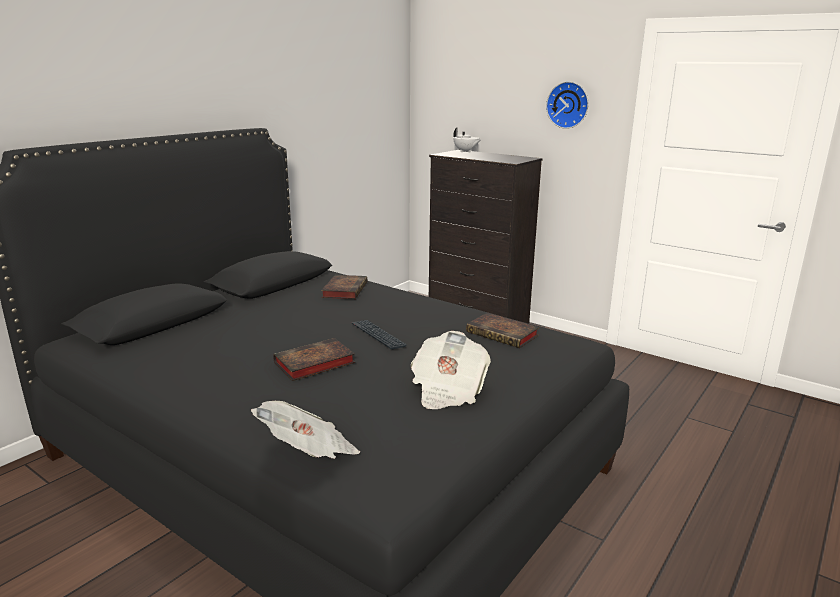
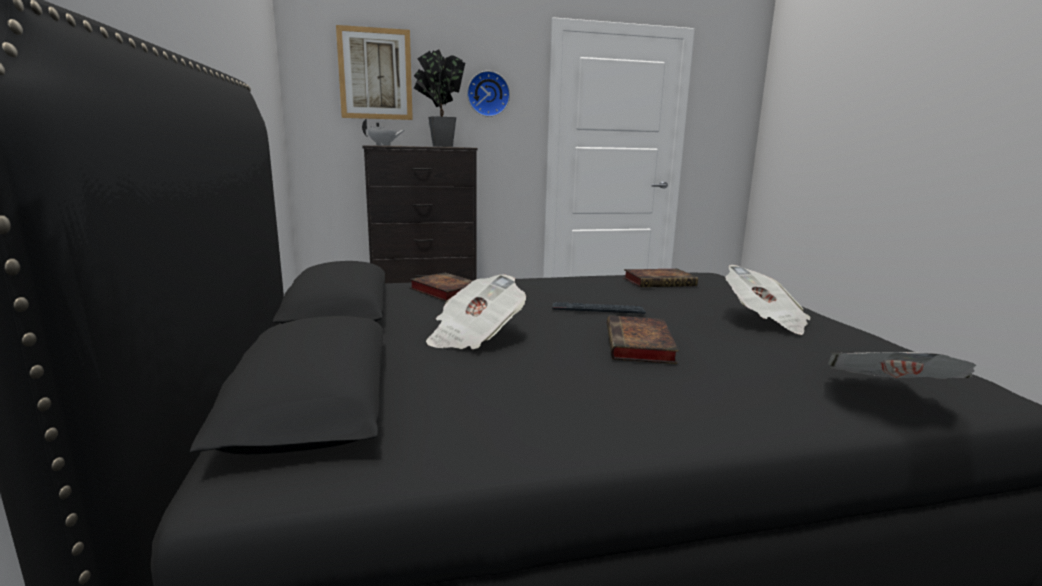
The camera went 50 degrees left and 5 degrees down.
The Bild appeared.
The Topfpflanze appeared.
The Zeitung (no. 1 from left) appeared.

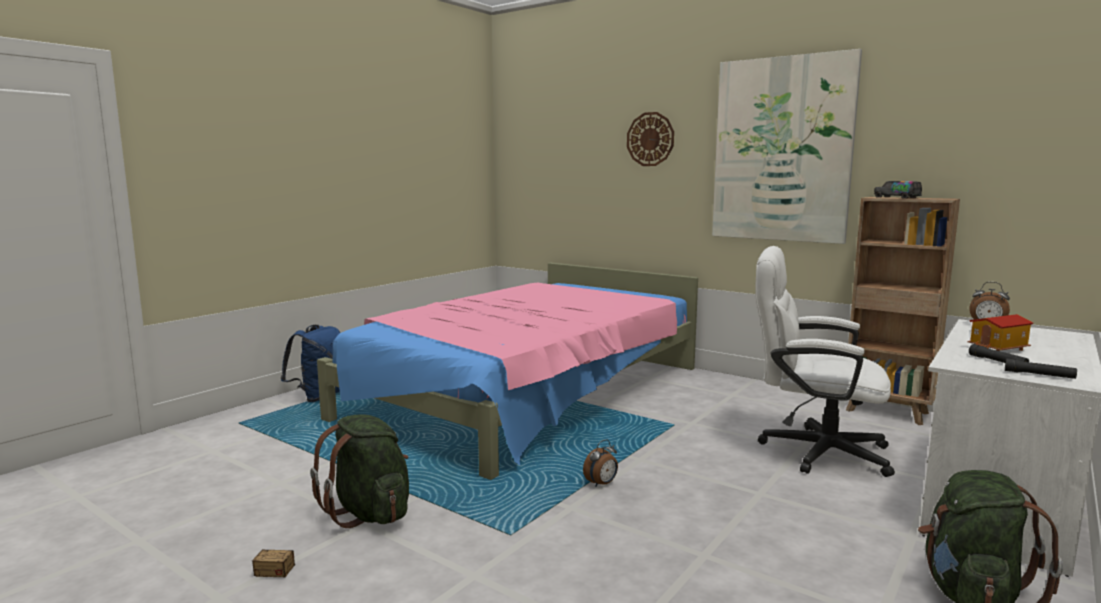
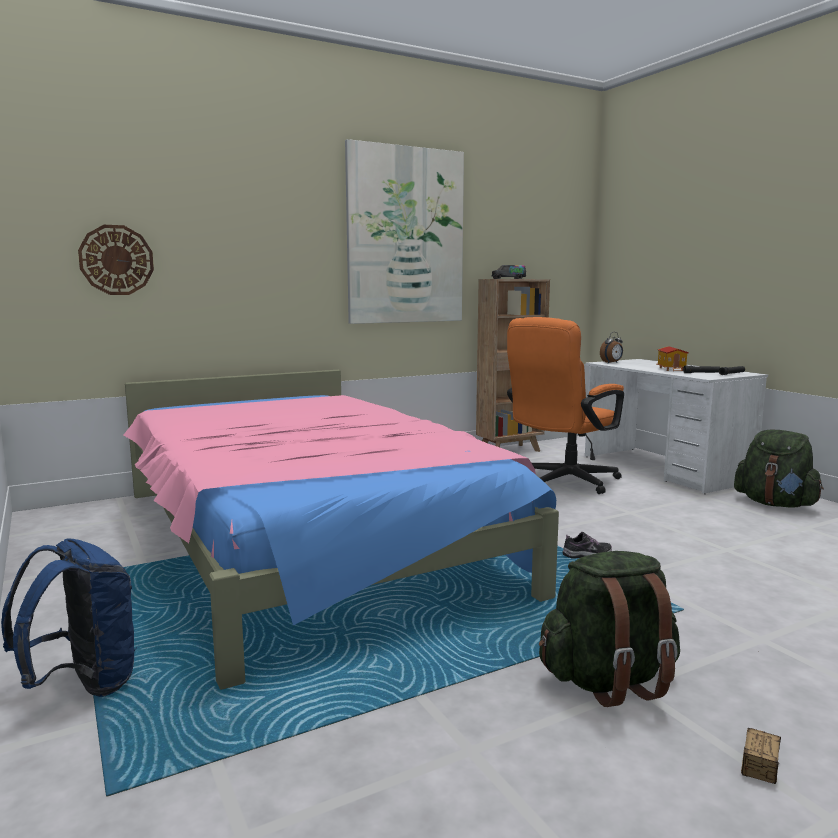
The camera went 65 degrees left and 0 degrees up.
The Wanduhr moved.
The Wecker (no. 1 from left) was replaced by the Schuh.
The Bürostuhl [weiß] became the Bürostuhl [orange].

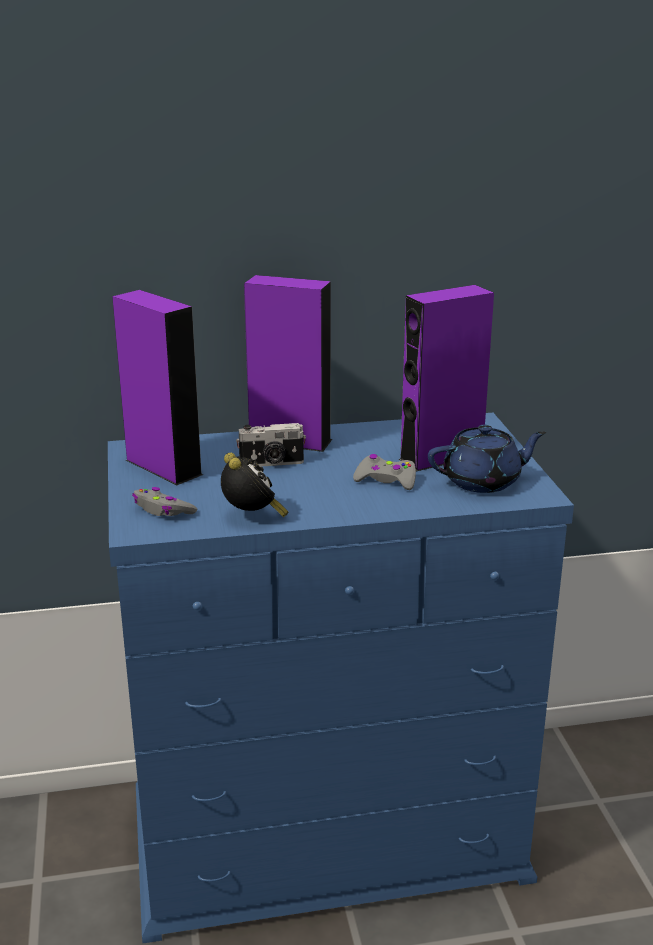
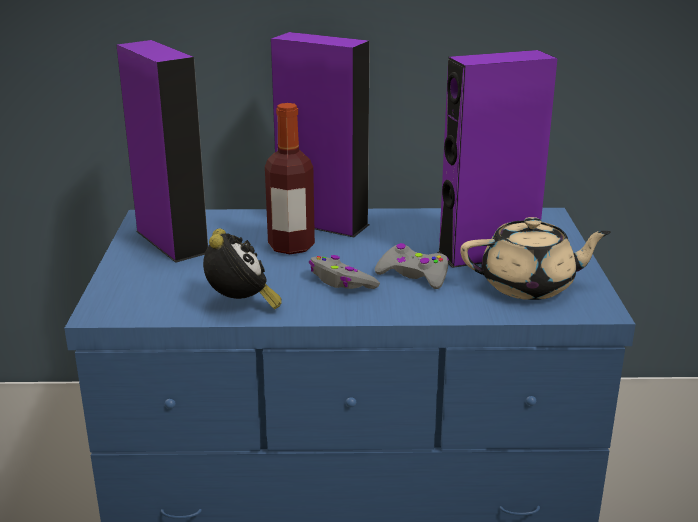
The camera went 10 degrees right and 0 degrees up.
The Gamepad [grau] (no. 1 from left) moved.
The Kamera was replaced by the Flasche.
The Teekanne [blau] became the Teekanne [beige].

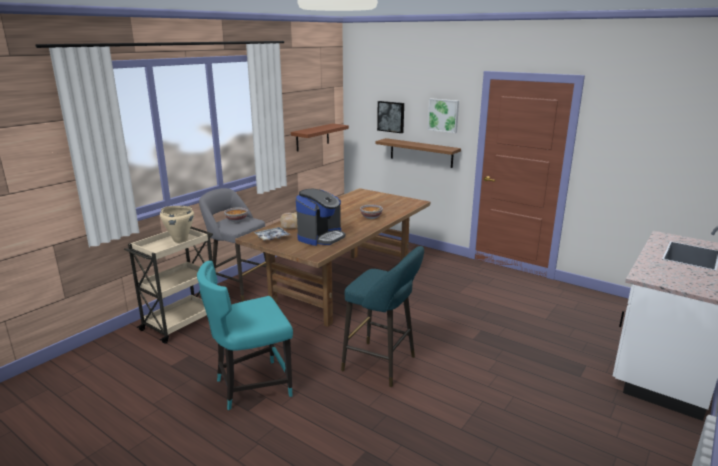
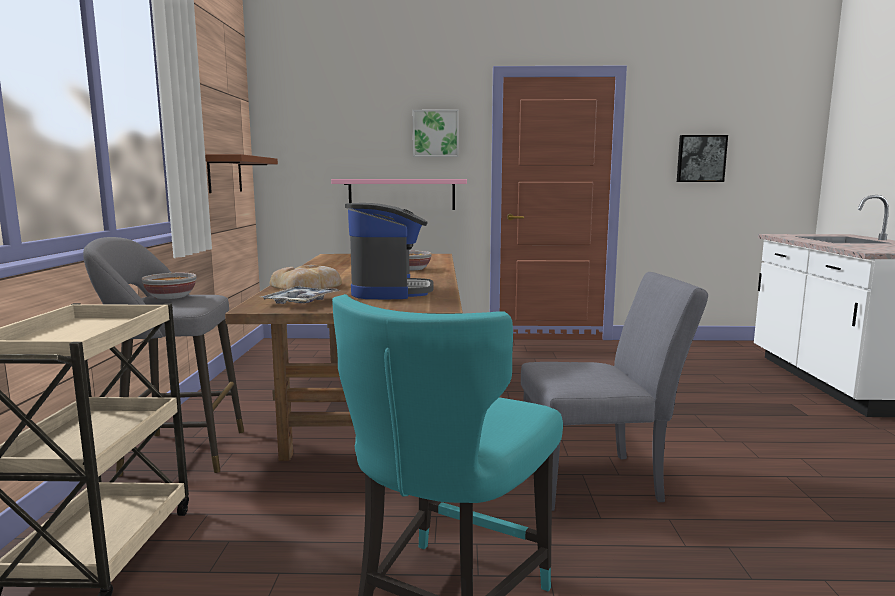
The camera went 35 degrees left and 10 degrees down.
The Kochtopf [beige] disappeared.
The Bild (no. 1 from left in the first image) moved.
The Hocker [türkis] was replaced by the Stuhl [grau].
The Wandregal [braun] (no. 2 from left) became the Wandregal [rosa].

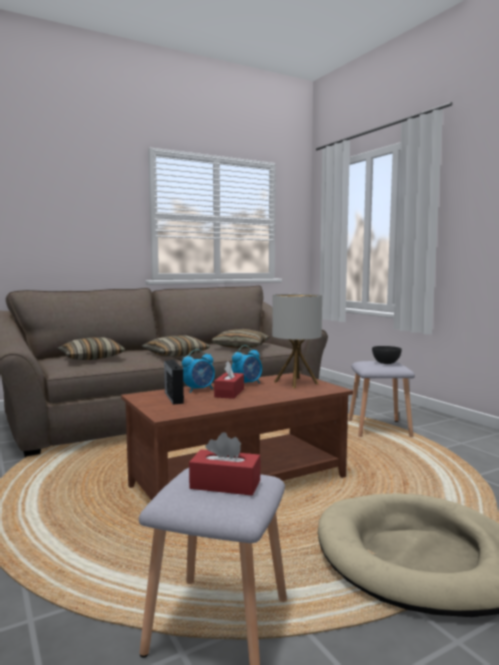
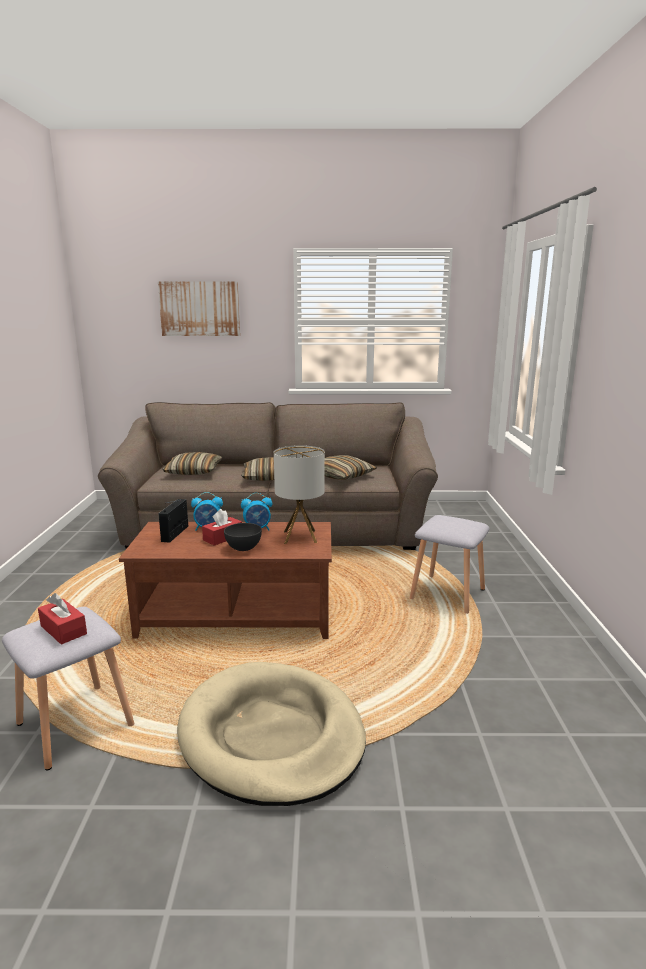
The camera went 30 degrees right and 10 degrees up.
The Bild appeared.
The Schüssel [grau] moved.

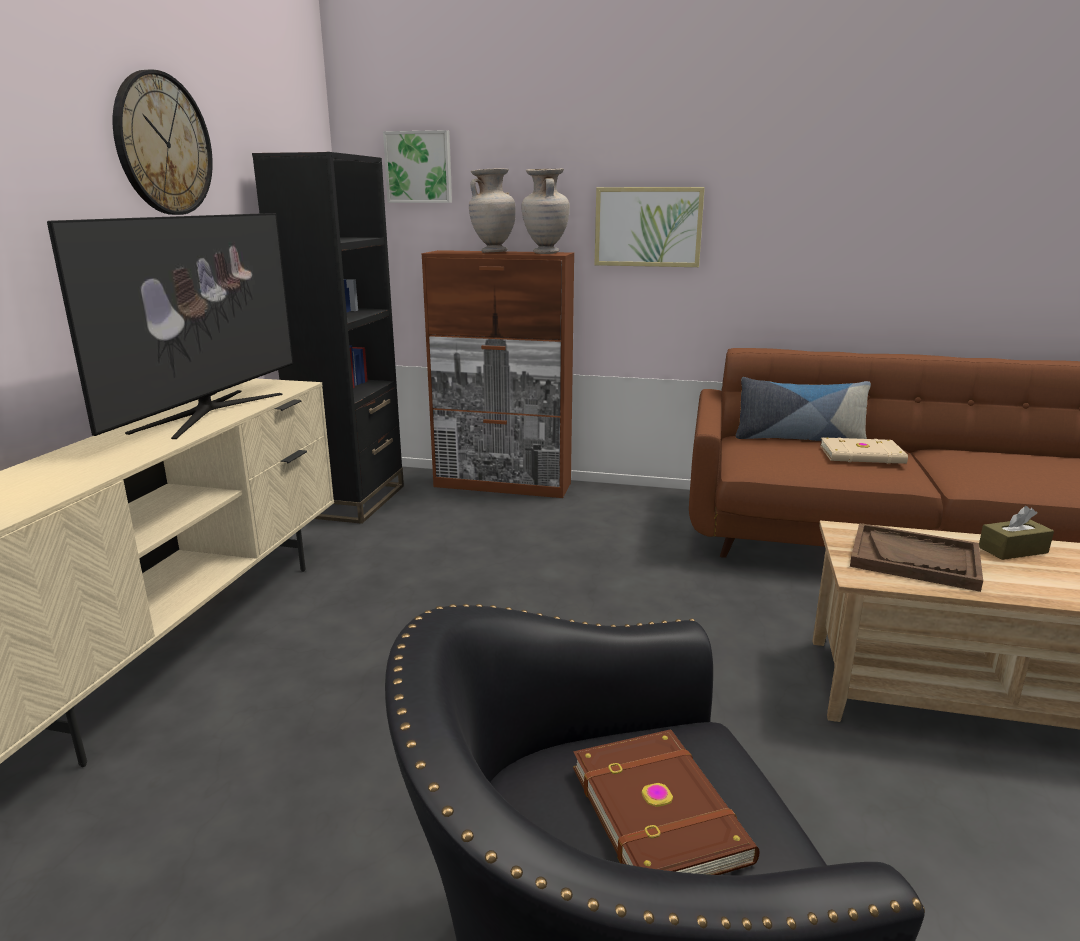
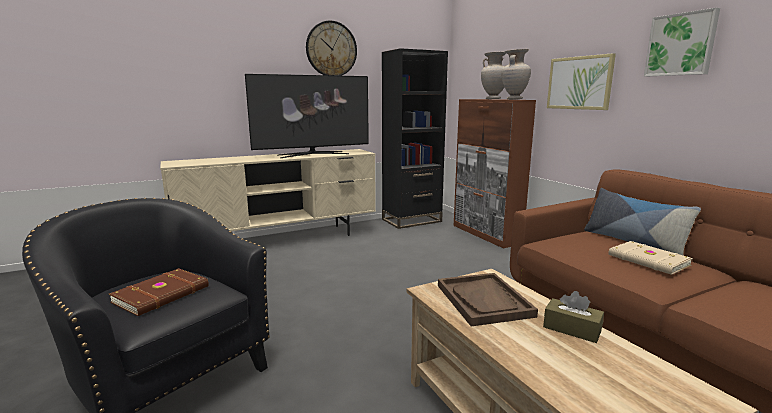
The camera went 50 degrees right and 5 degrees down.
The Bild (no. 1 from left in the first image) moved.

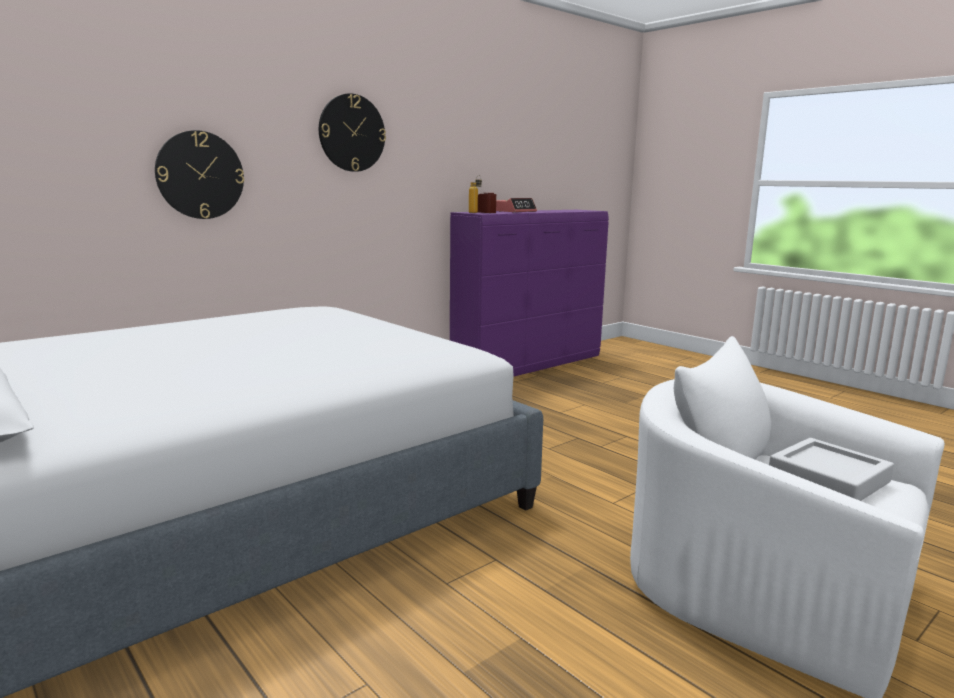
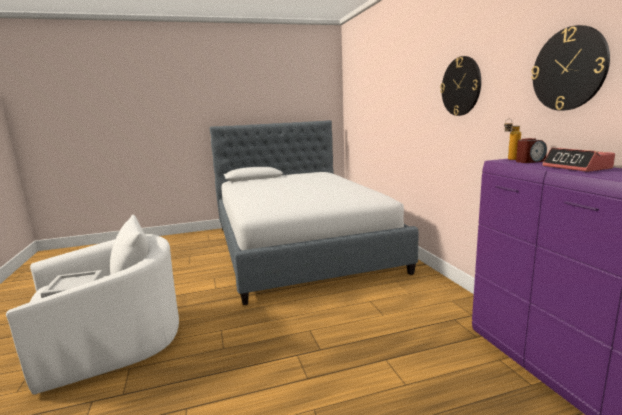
The camera went 115 degrees right and 0 degrees up.
The Wanduhr (no. 1 from left in the first image) moved.

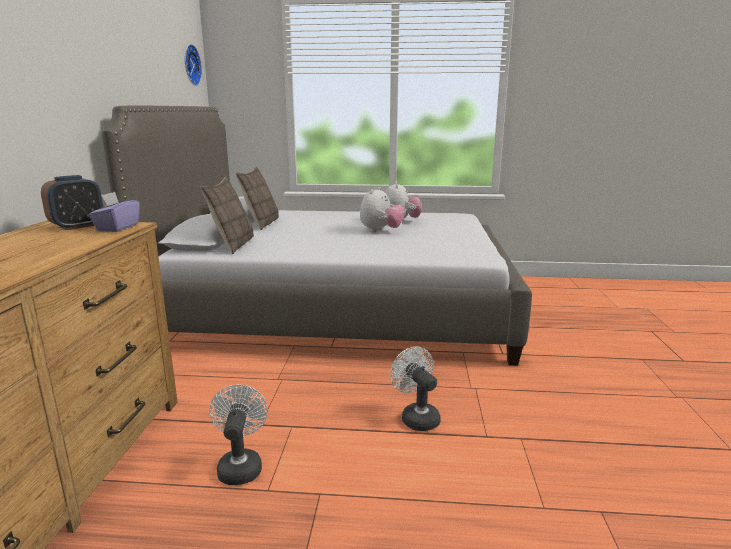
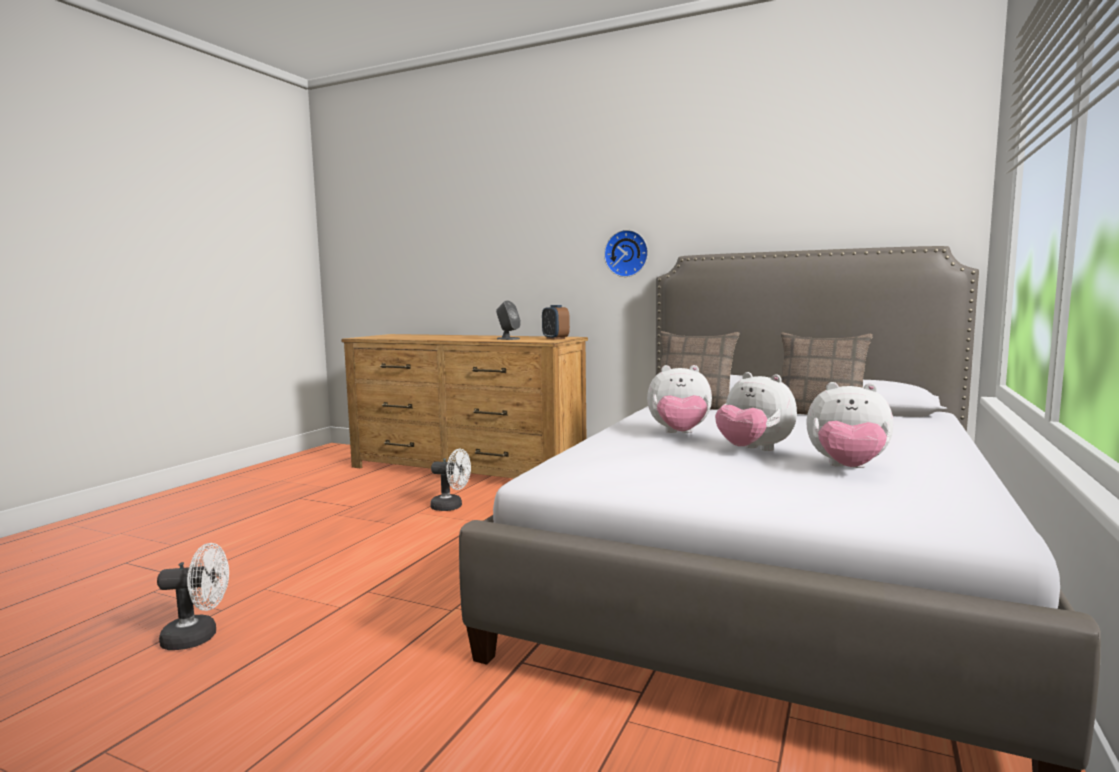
The camera went 110 degrees right and 10 degrees down.
The Taschentuchbox [lila] disappeared.
The Lautsprecher [grau] appeared.
The Plüschtier (no. 1 from left) appeared.
The Wanduhr moved.
The Ventilator [weiß] (no. 2 from left in the first image) moved.

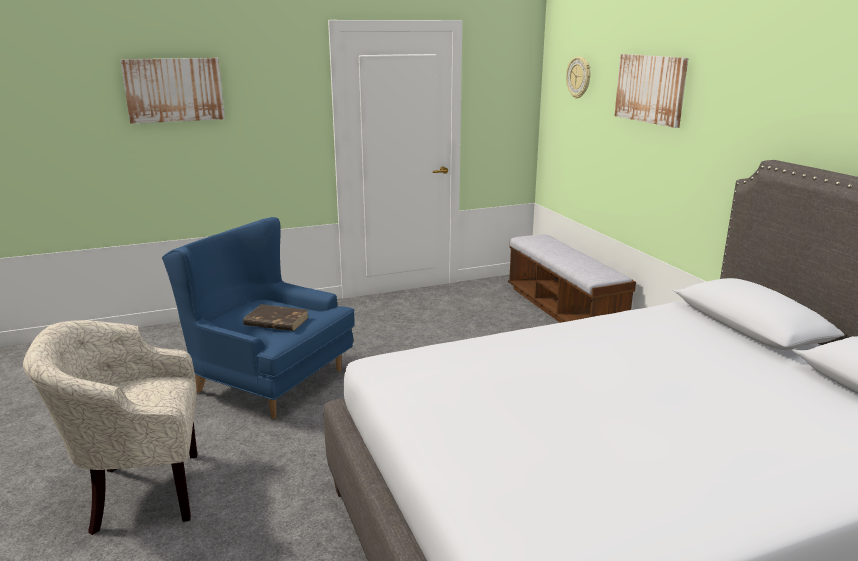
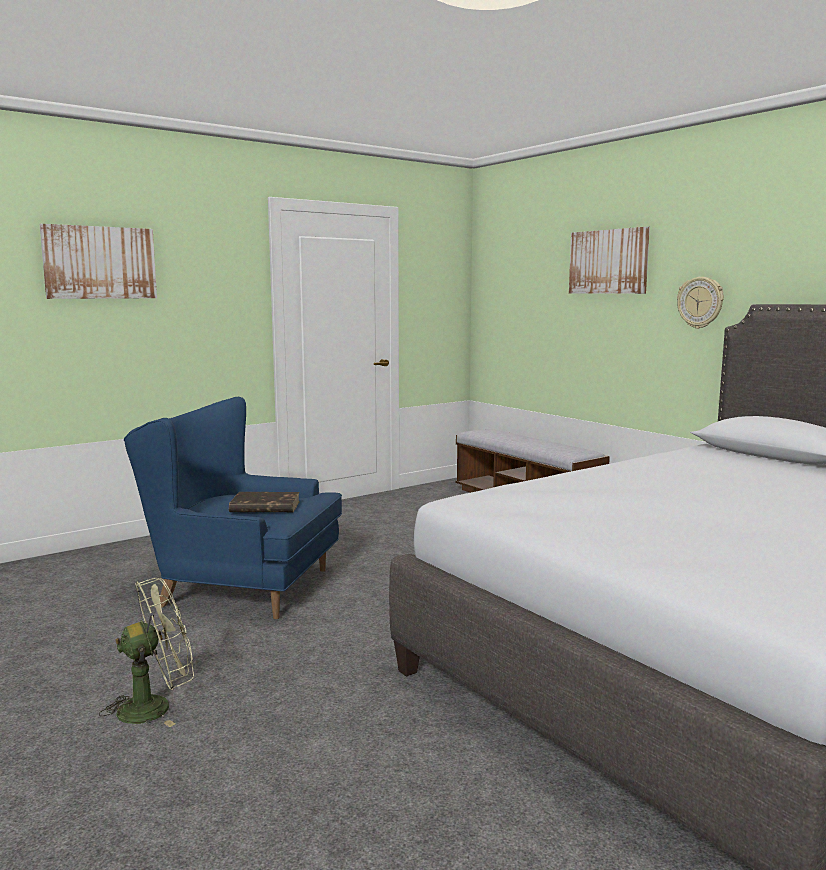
The camera went 15 degrees left and 10 degrees down.
The Wanduhr moved.
The Sessel [beige] was replaced by the Ventilator [grün].

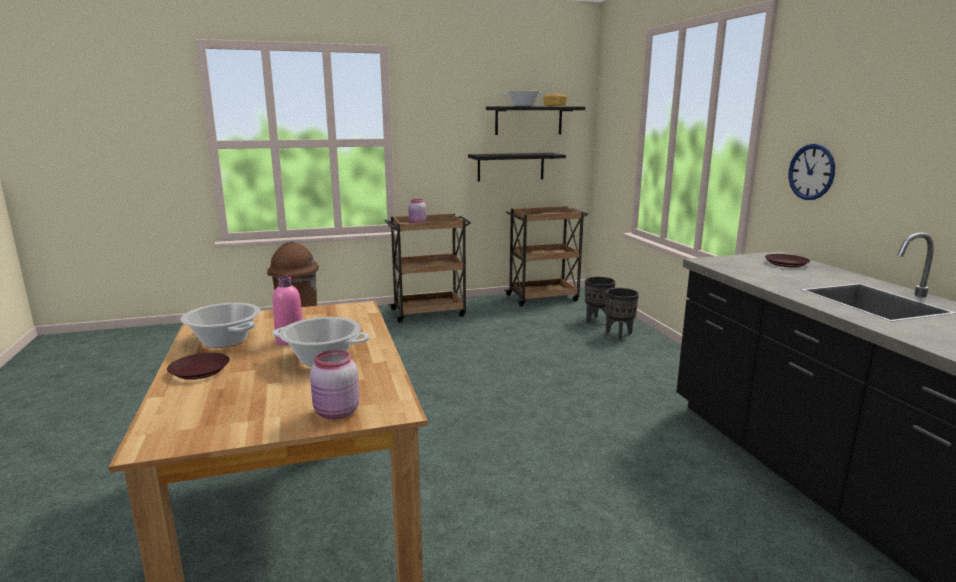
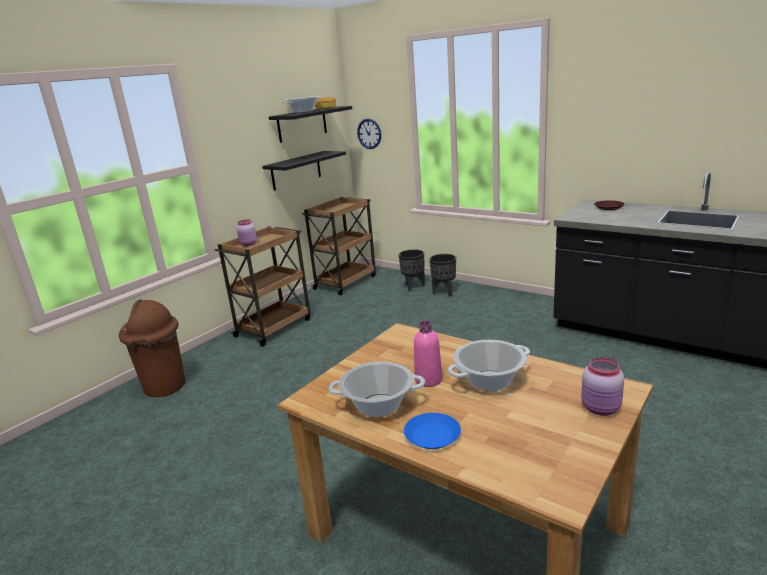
The camera went 35 degrees left and 5 degrees up.
The Wanduhr moved.
The Teller [braun] (no. 1 from left) became the Teller [blau].

